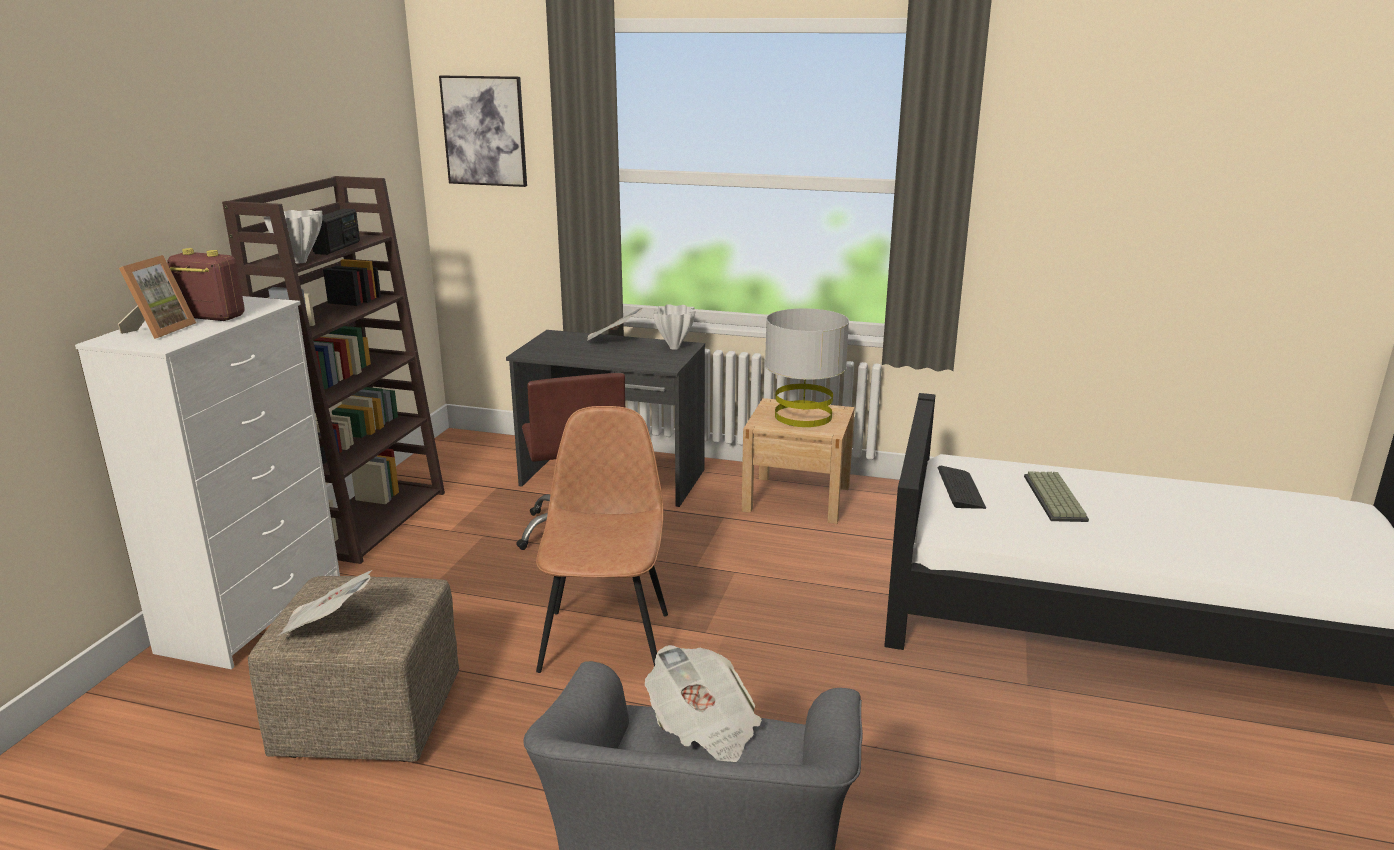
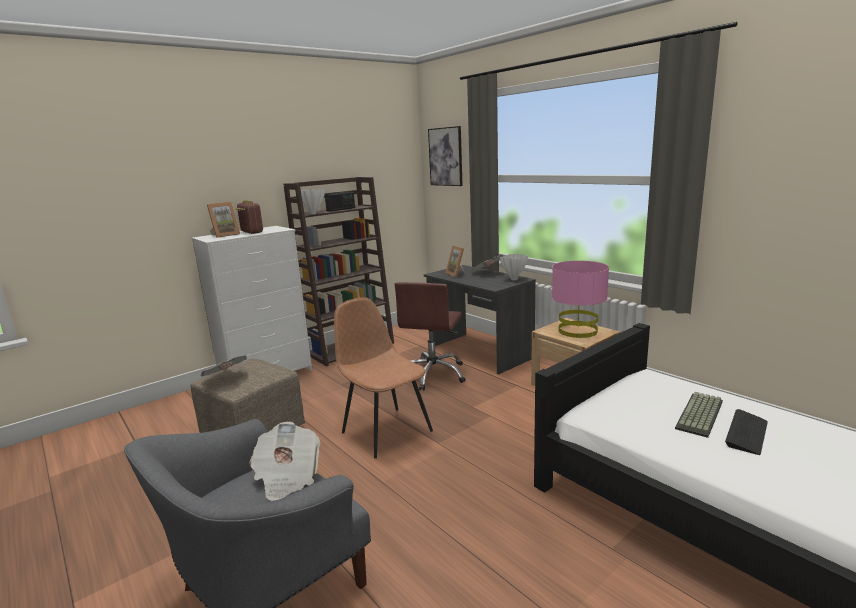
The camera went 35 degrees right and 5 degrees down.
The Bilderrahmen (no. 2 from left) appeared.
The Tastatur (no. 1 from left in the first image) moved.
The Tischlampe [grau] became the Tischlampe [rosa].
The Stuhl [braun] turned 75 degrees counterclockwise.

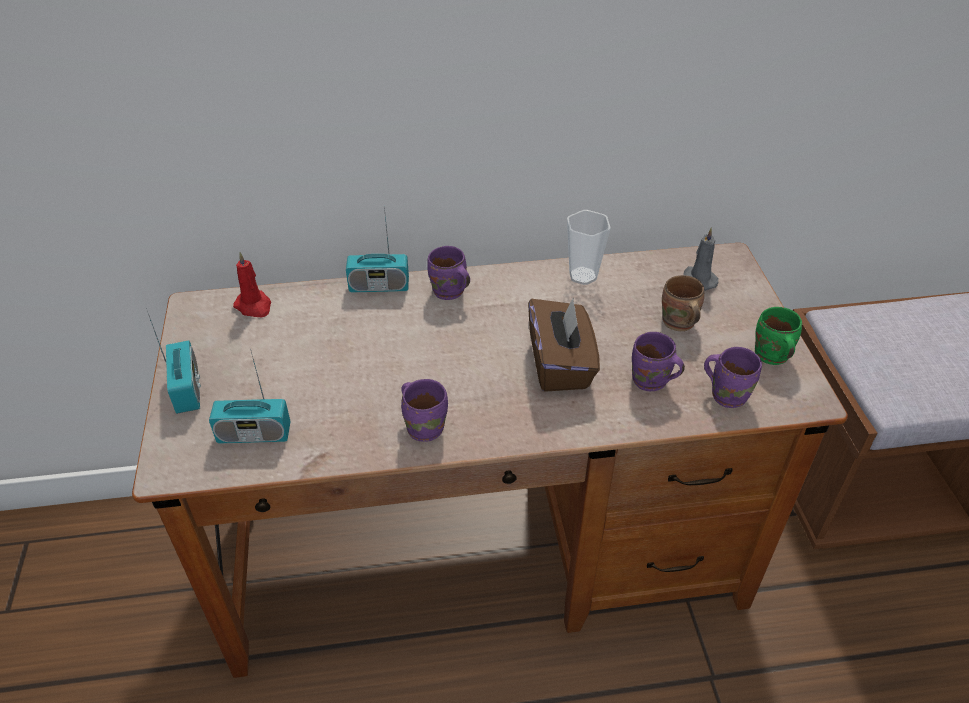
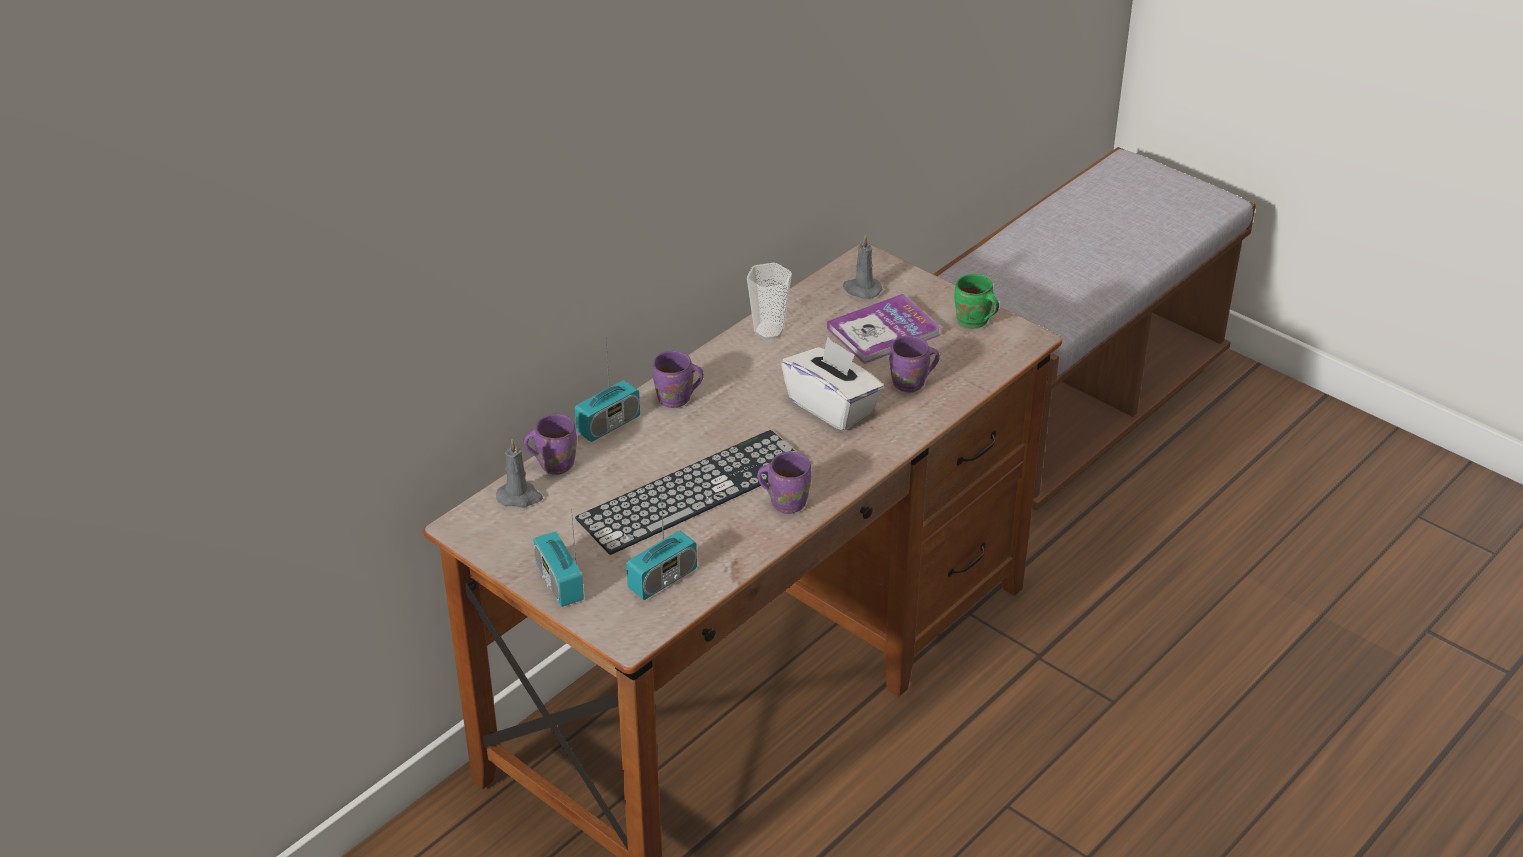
The camera went 40 degrees left and 5 degrees down.
The Tastatur appeared.
The Henkelbecher [lila] (no. 4 from left in the first image) moved.
The Henkelbecher [braun] was replaced by the Buch.
The Kerze [rot] became the Kerze [grau] (no. 1 from left).
The Taschentuchbox [braun] became the Taschentuchbox [weiß].
The Radio (no. 1 from left) turned 150 degrees counterclockwise.

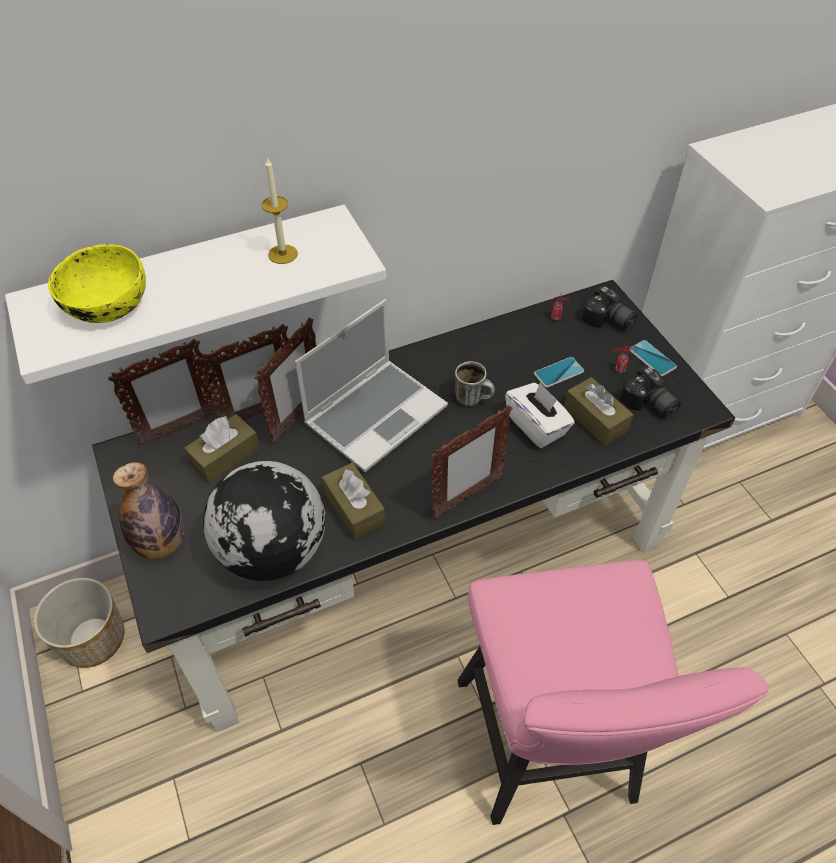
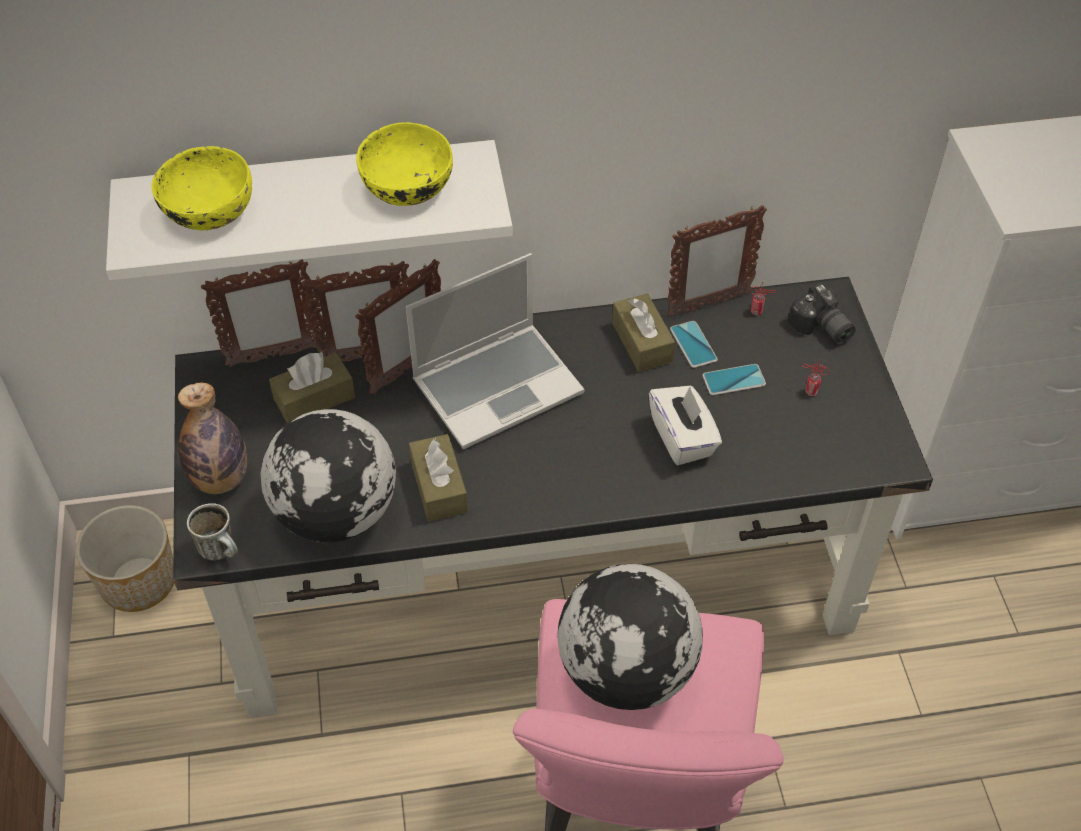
The camera went 15 degrees right and 0 degrees up.
The Kamera (no. 2 from left) disappeared.
The Globus (no. 2 from left) appeared.
The Bilderrahmen (no. 4 from left) moved.
The Henkelbecher moved.
The Taschentuchbox [braun] (no. 3 from left) moved.
The Handy (no. 2 from left in the first image) moved.
The Kerze was replaced by the Schüssel [gelb] (no. 2 from left).

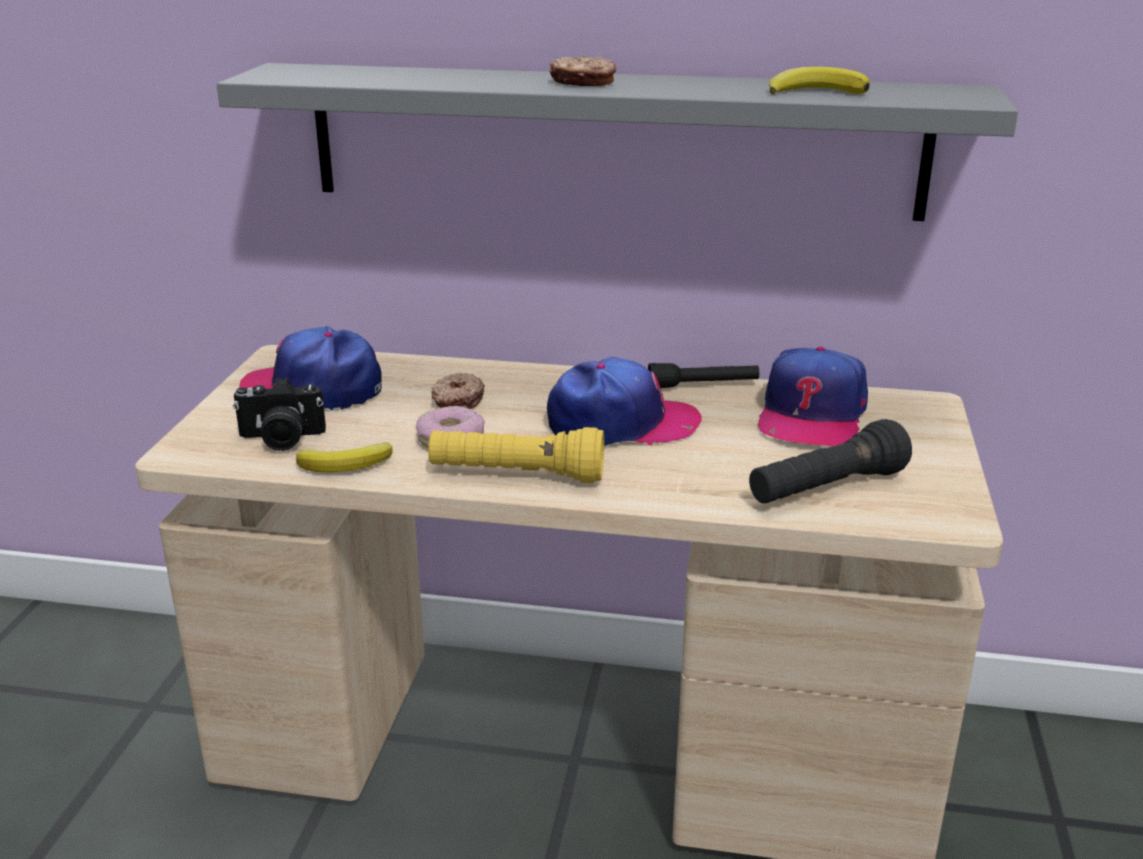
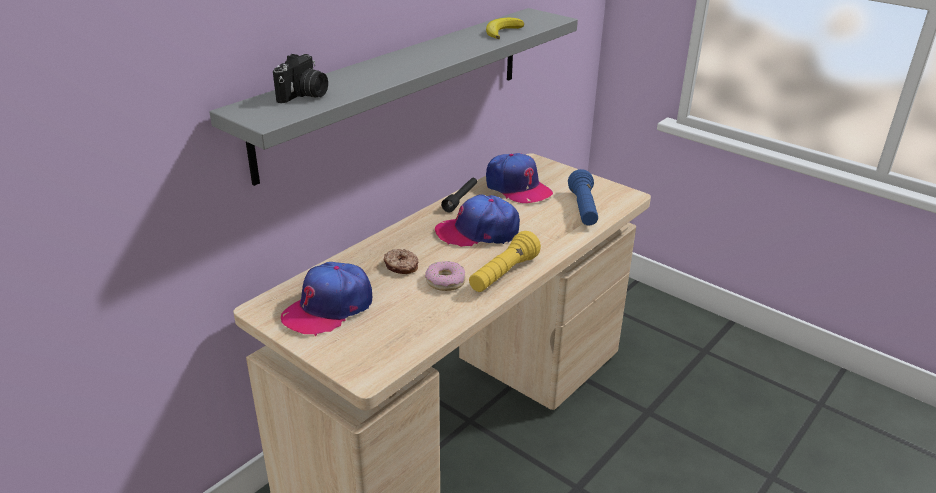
The camera went 60 degrees left and 5 degrees up.
The Banane (no. 1 from left) disappeared.
The Donut (no. 3 from left) disappeared.
The Kamera moved.
The Taschenlampe [schwarz] (no. 2 from left) became the Taschenlampe [blau].
The Kappe (no. 2 from left) turned 120 degrees counterclockwise.

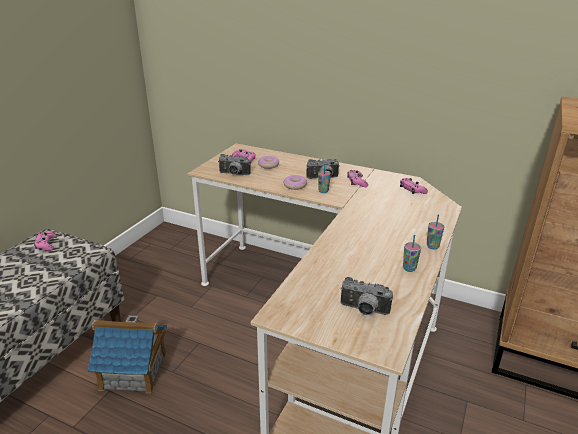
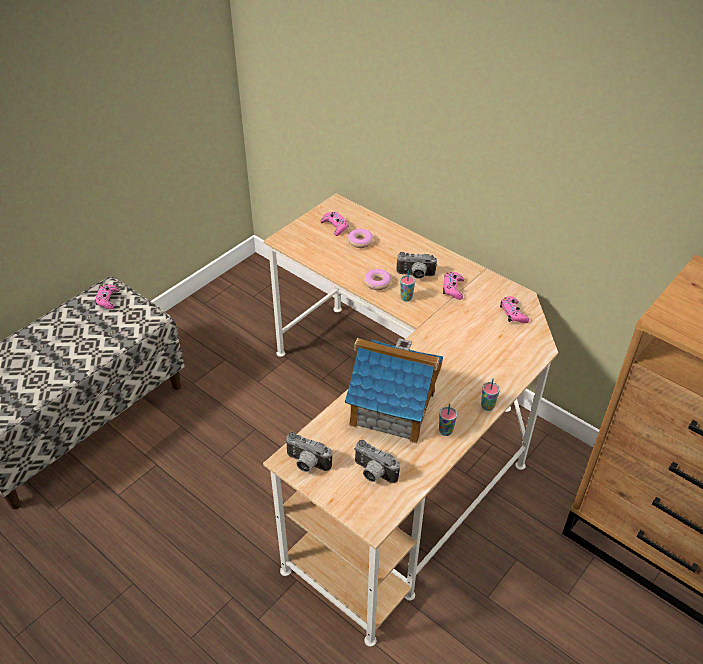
The camera went 15 degrees right and 15 degrees up.
The Spielzeughaus moved.
The Kamera (no. 1 from left) moved.

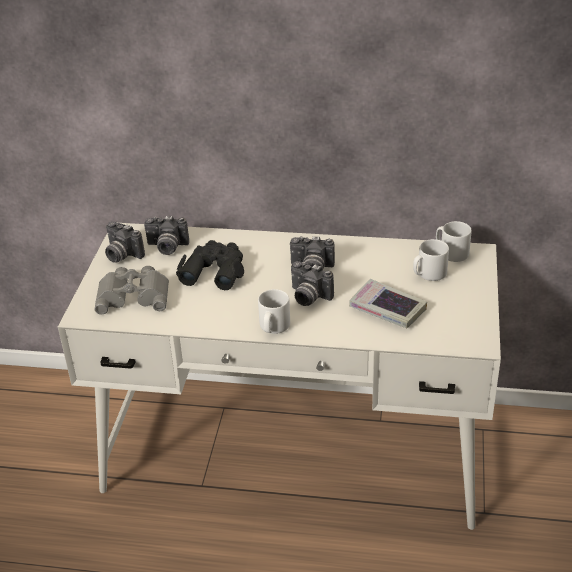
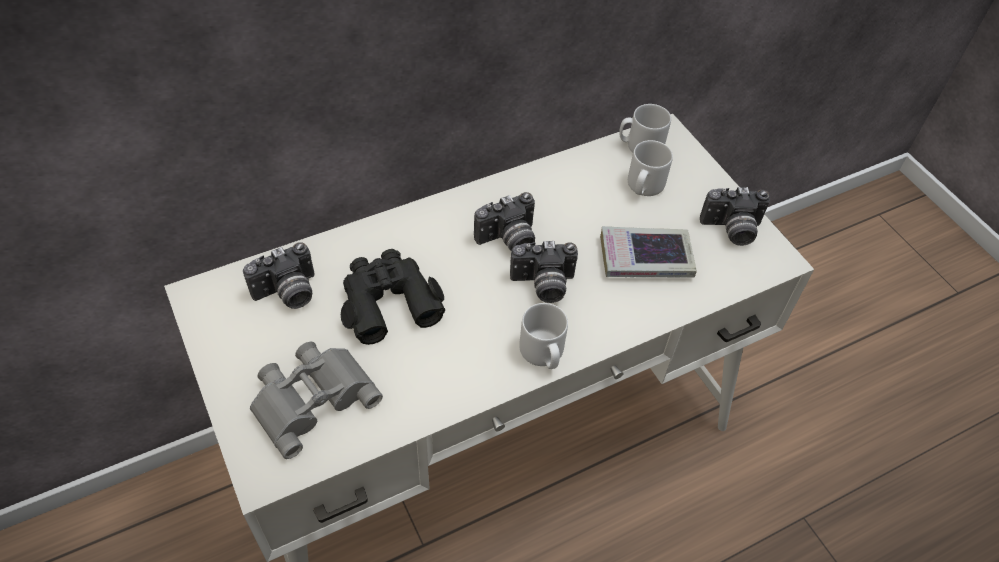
The camera went 40 degrees left and 15 degrees up.
The Kamera (no. 1 from left in the first image) moved.

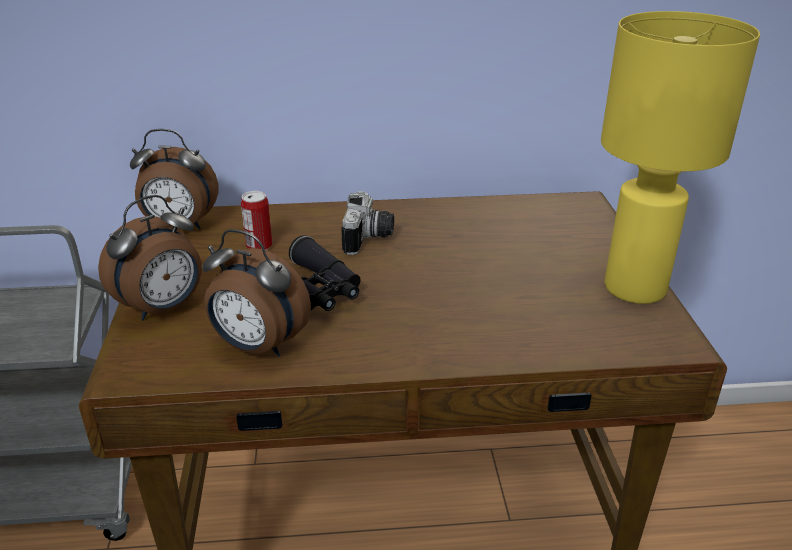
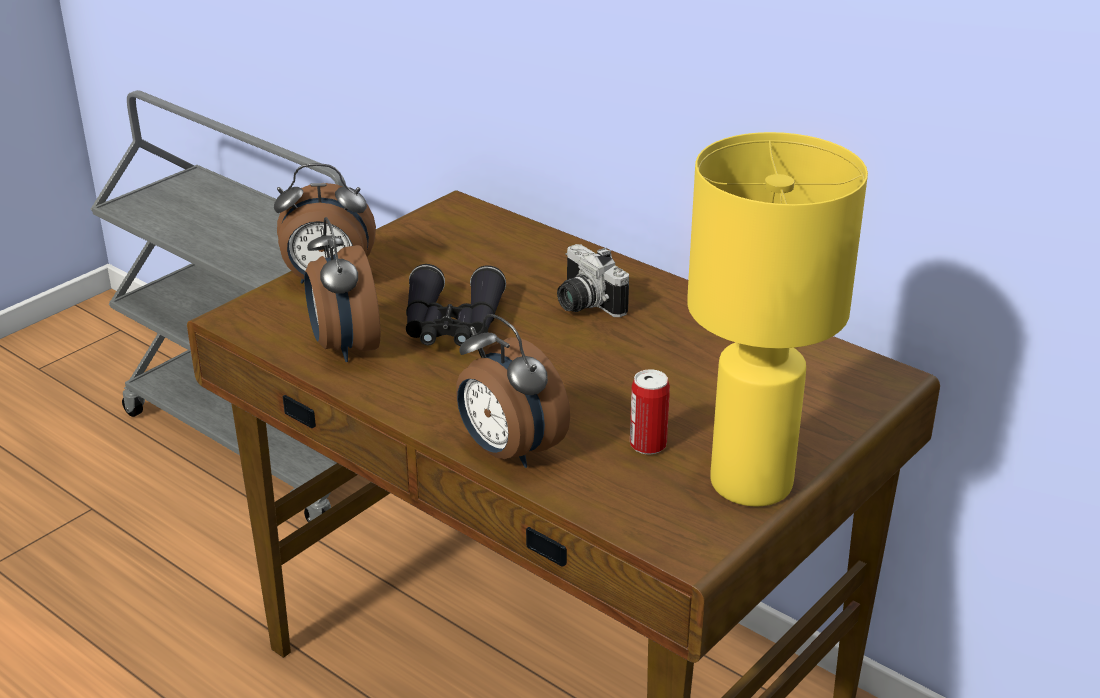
The camera went 45 degrees right and 0 degrees up.
The Wecker (no. 2 from left in the first image) moved.
The Dose moved.
The Kamera turned 90 degrees clockwise.

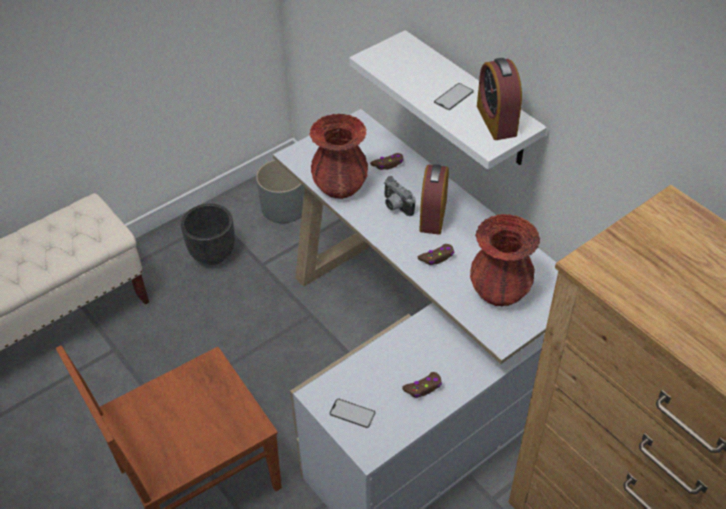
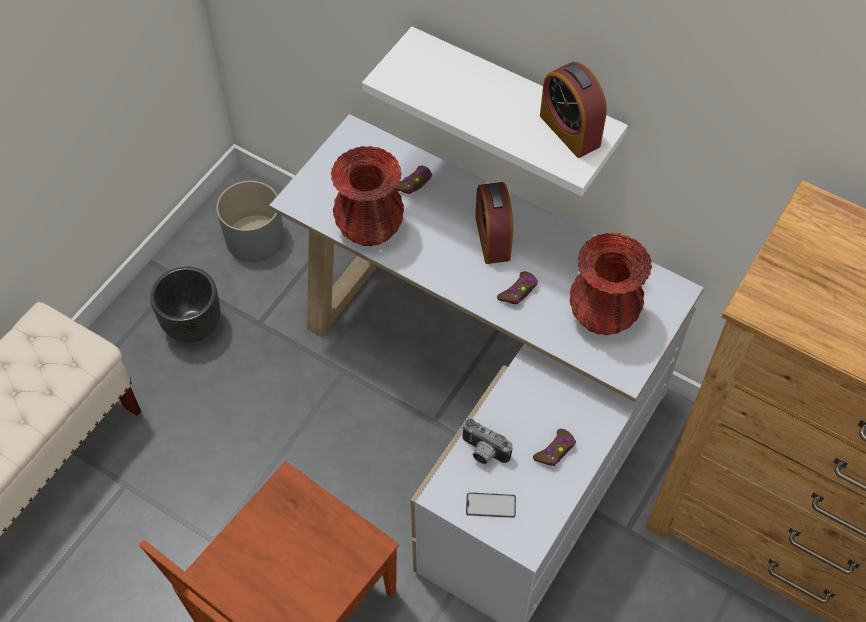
The camera went 20 degrees left and 10 degrees up.
The Handy (no. 2 from left) disappeared.
The Kamera moved.

